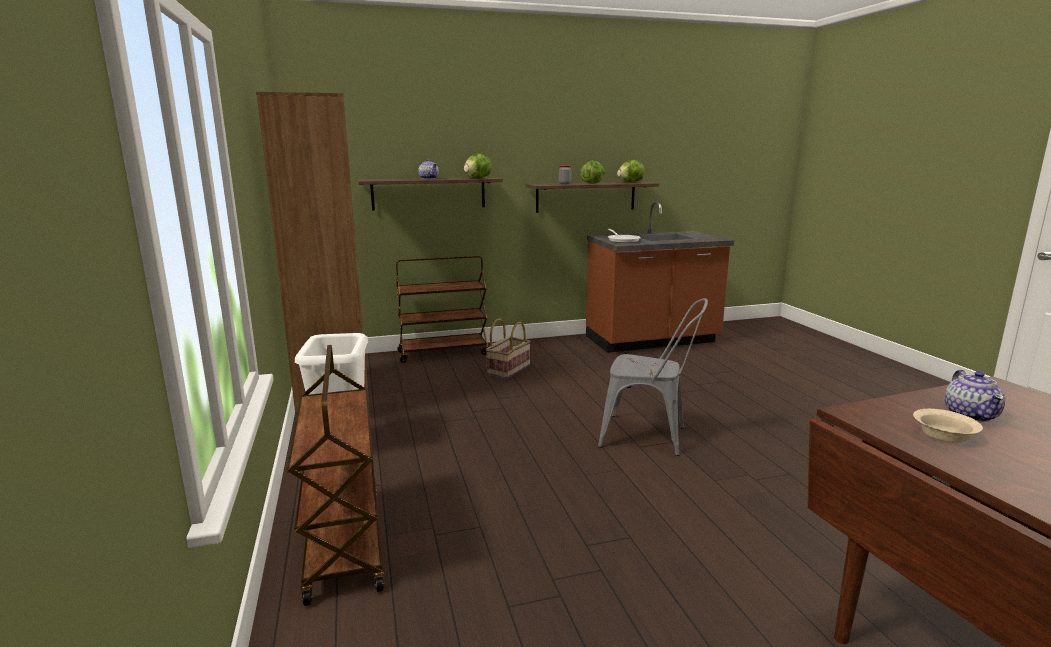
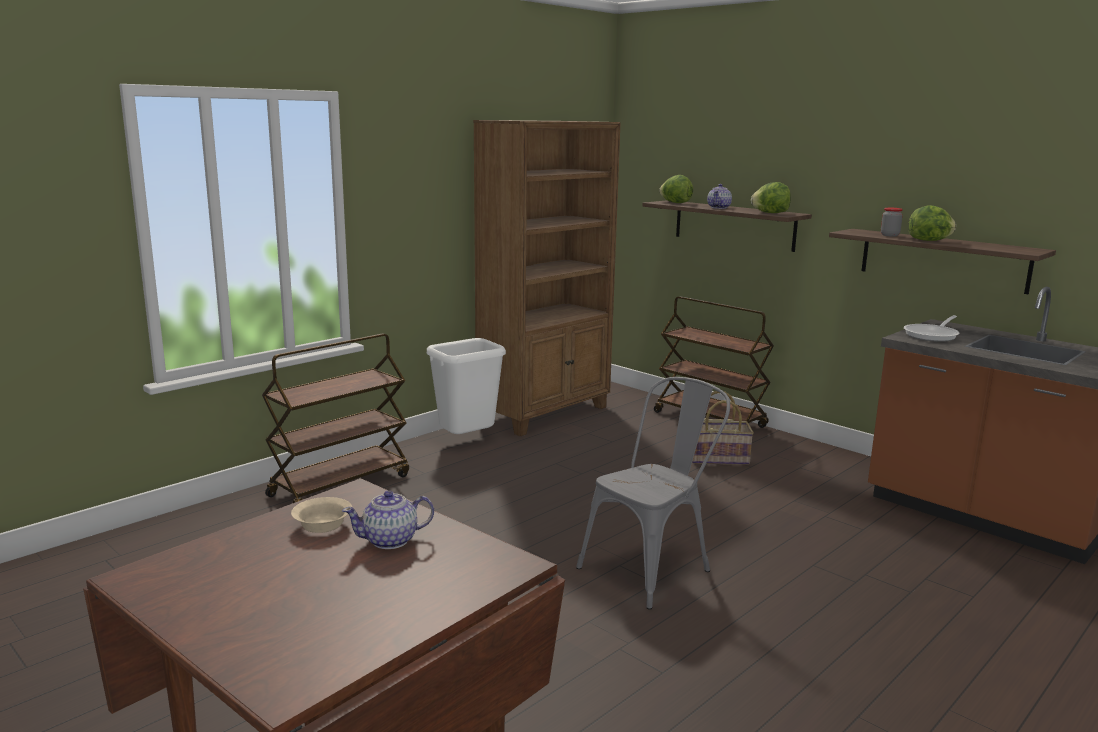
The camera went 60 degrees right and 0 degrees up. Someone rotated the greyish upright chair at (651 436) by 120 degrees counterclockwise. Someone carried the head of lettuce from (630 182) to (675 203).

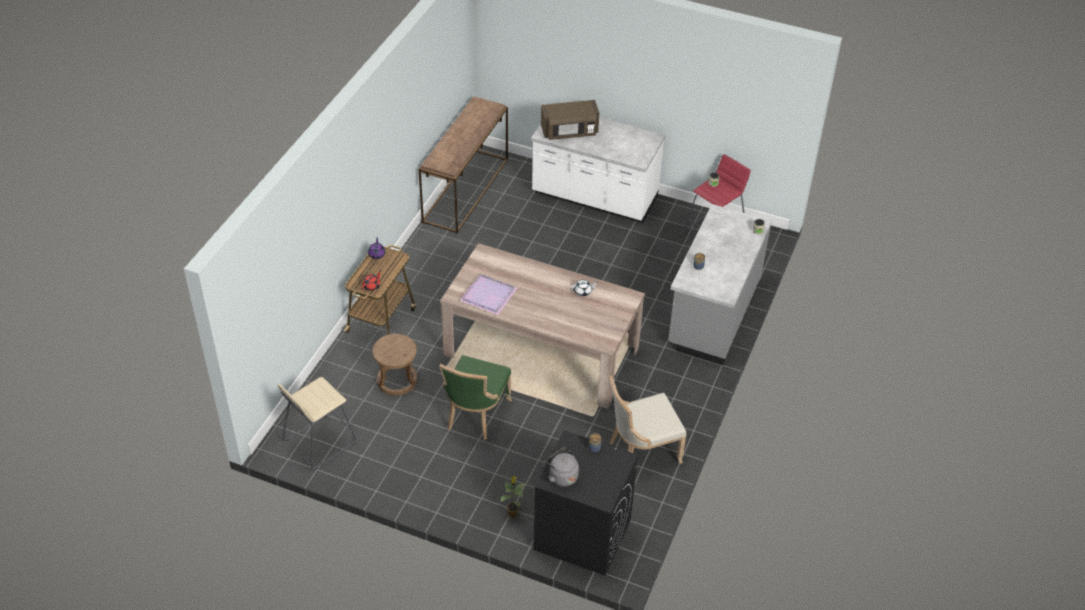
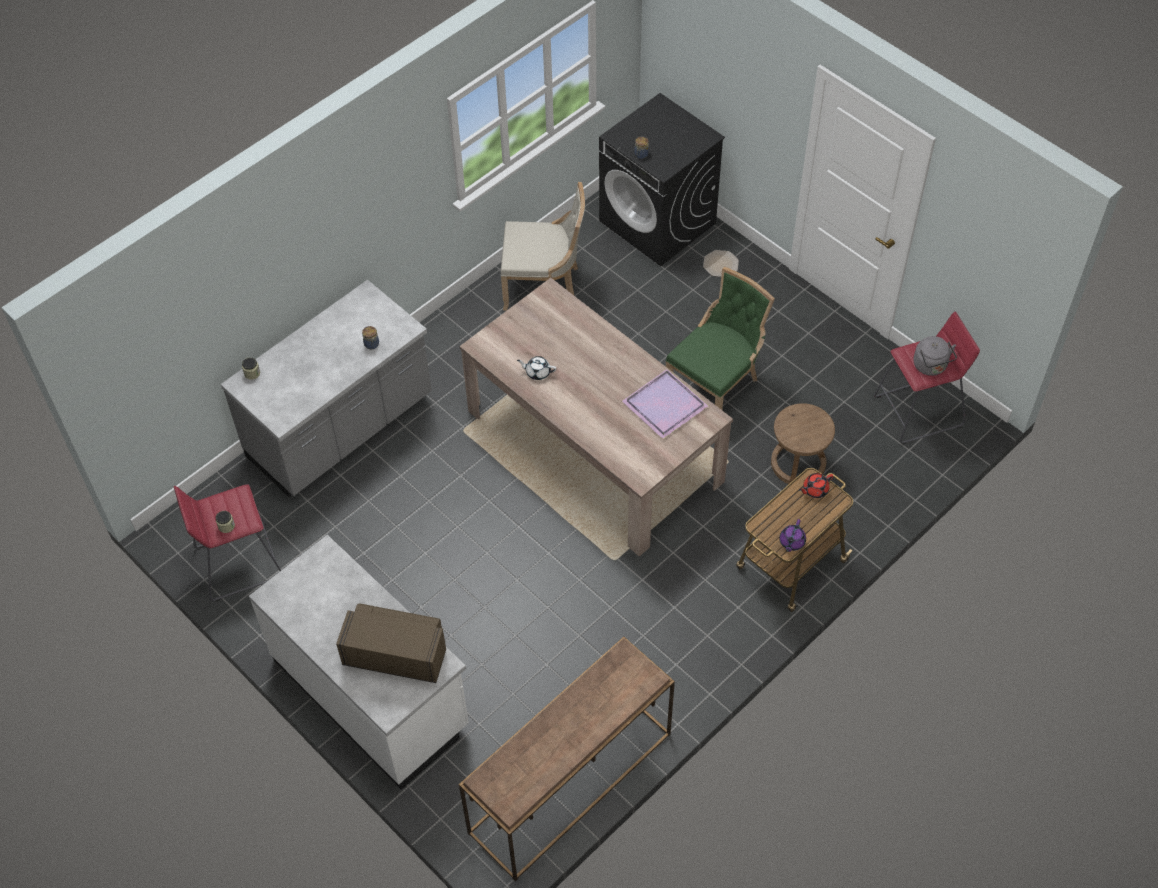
The camera went 155 degrees left and 10 degrees up. Someone swapped the plant in a pot at (513 513) for the dinner plate at (721 264). Someone repainted the beige sitting stool at (319 442), which became the red sitting stool at (918 411). Someone carried the greyish tea kettle from (561 476) to (931 366).

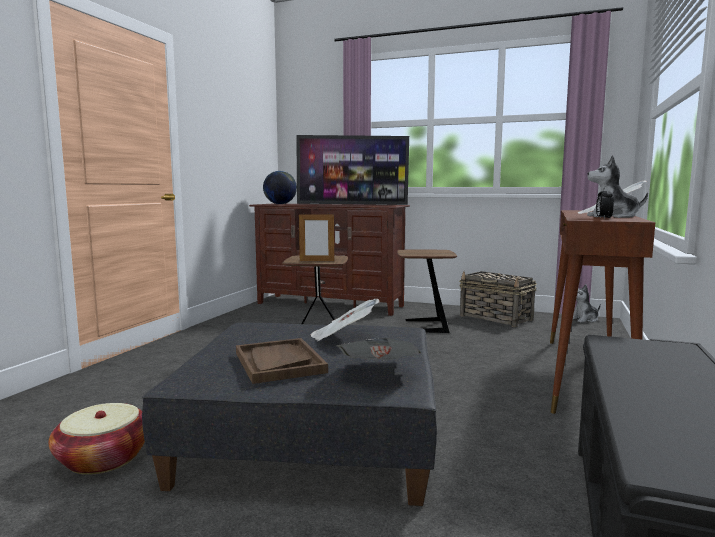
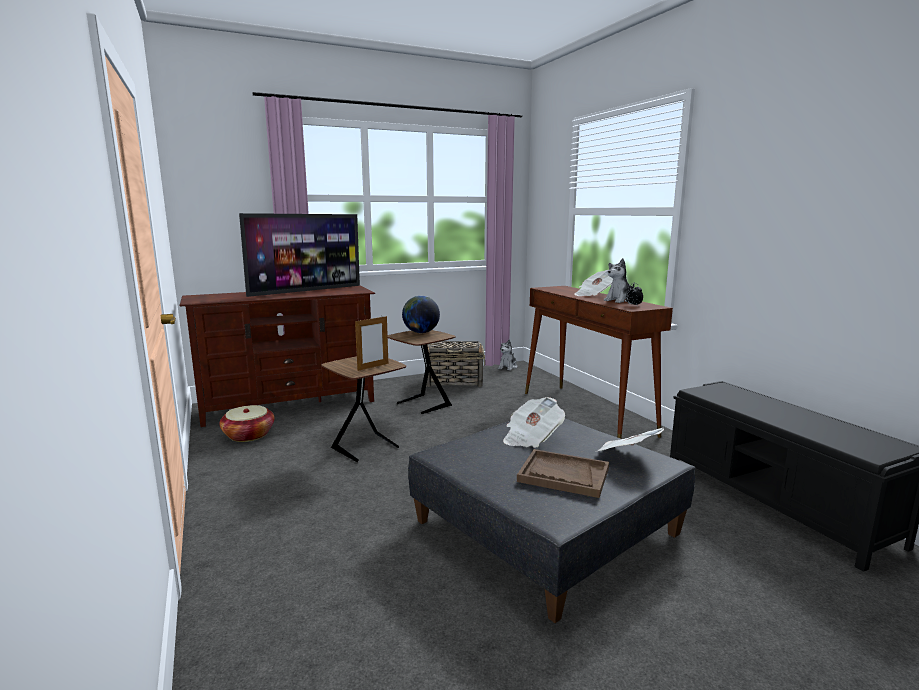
The camera went 45 degrees left and 5 degrees up. Someone carried the household basket from (103 459) to (248 435). Someone carried the world globe from (280 204) to (421 332).

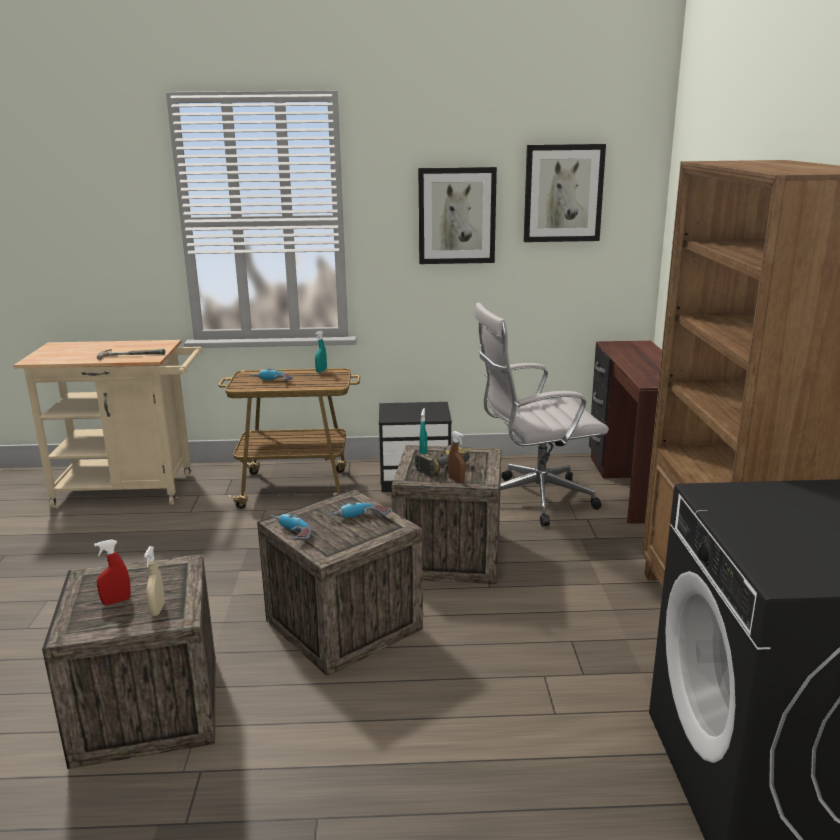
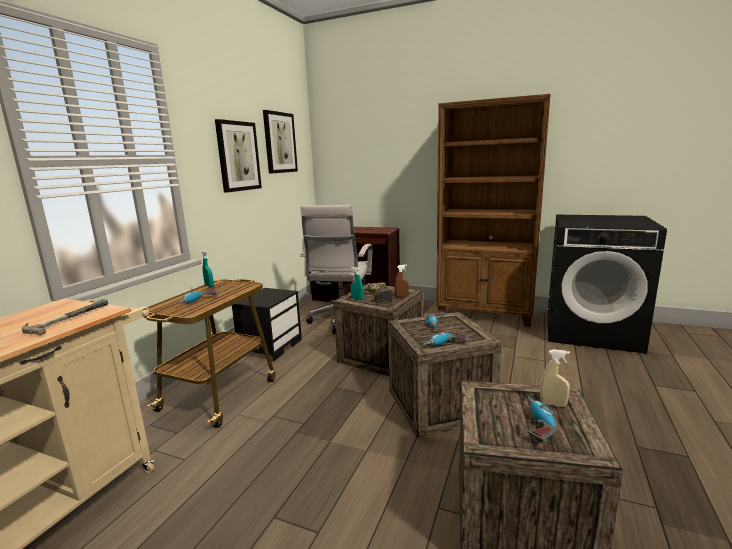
The camera went 65 degrees left and 5 degrees down. Someone swapped the red sprayer at (116 601) for the drill at (535 424).

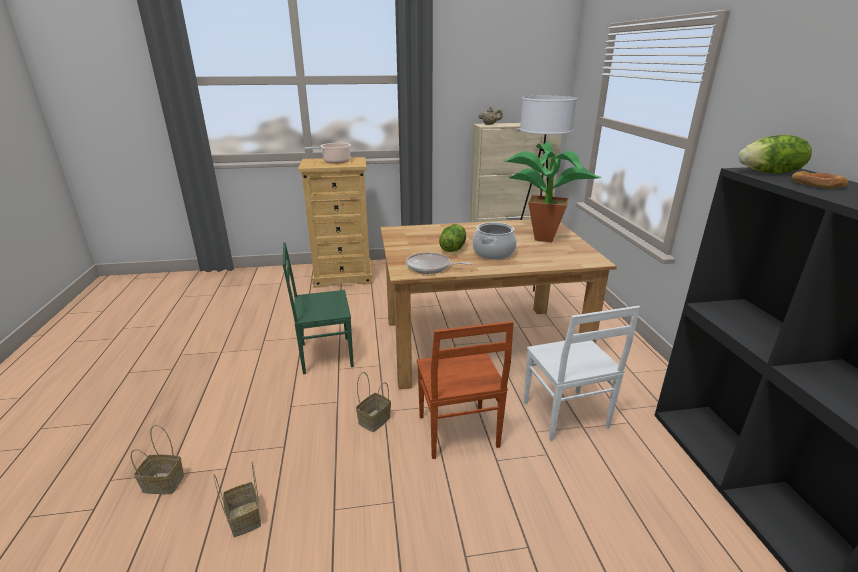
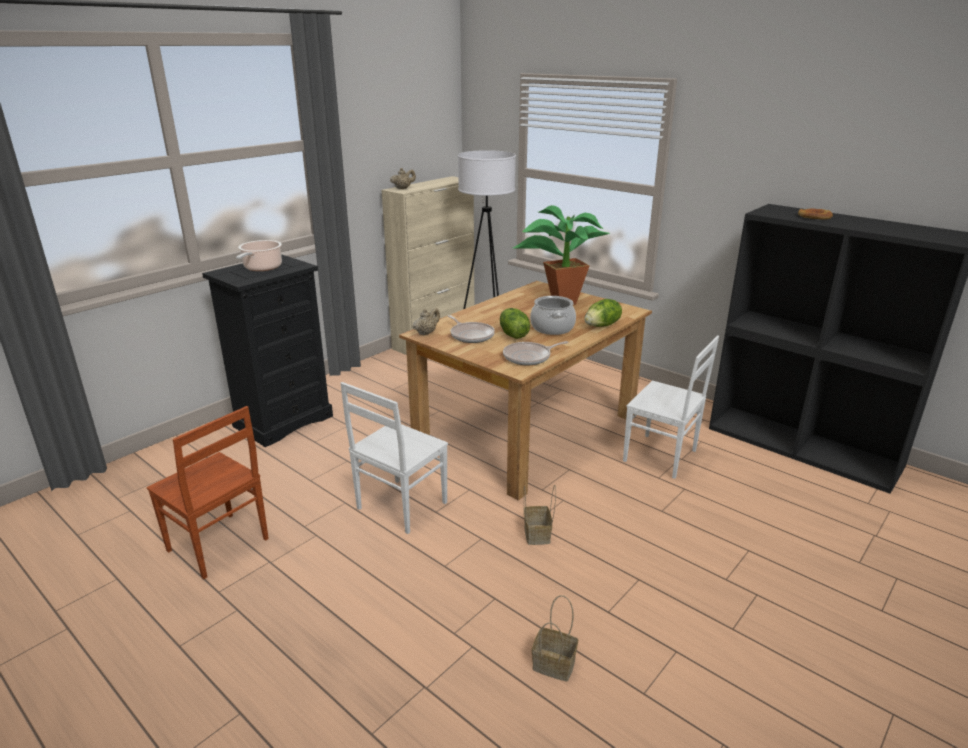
The camera went 40 degrees left and 0 degrees up. Someone carried the brownish upright chair from (457 432) to (218 546). Someone repainted the beige chest of drawers at (343 276), which became the black chest of drawers at (283 421). Someone repainted the greenish upright chair at (325 354), which became the white-coloured upright chair at (400 506). Someone put down the beige tea pot at (426 333). Someone put down the pan at (471 335). Someone carried the head of lettuce from (770 173) to (602 325). Someone took away the household basket at (162 484).

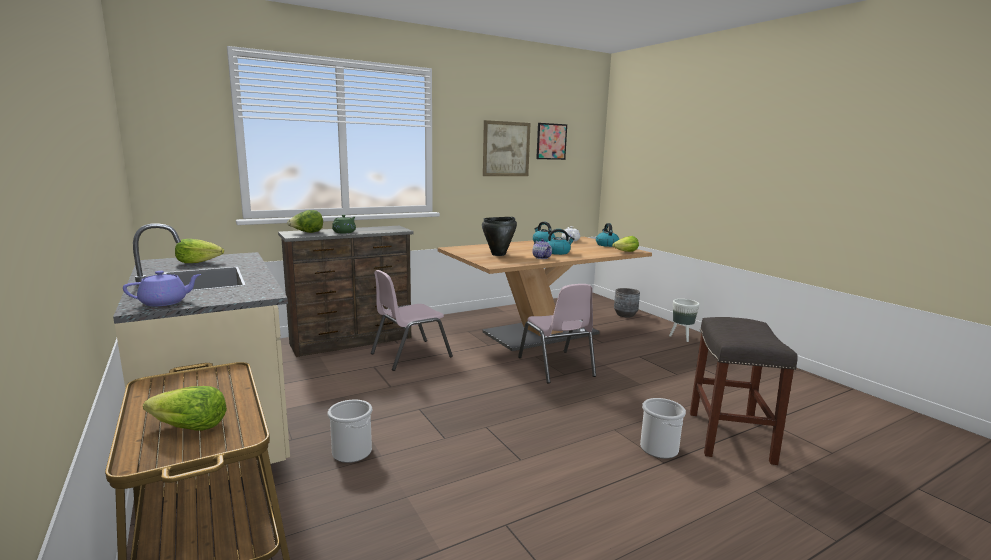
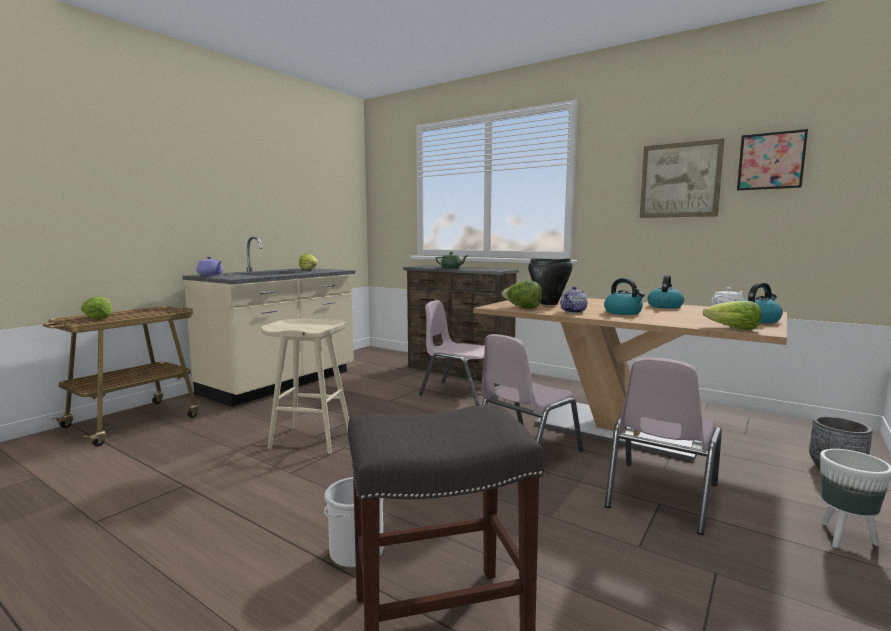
The camera went 65 degrees right and 5 degrees down. Someone put down the beige sitting stool at (312 439). Someone carried the head of lettuce from (307 233) to (522 308). Someone put down the pink upright chair at (660 495). Someone took away the bucket at (351 452).

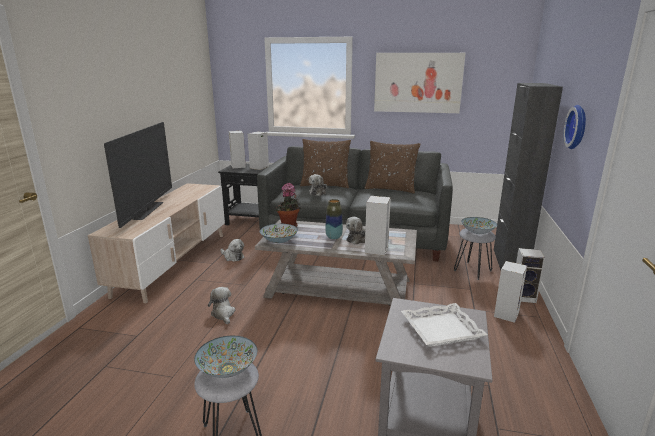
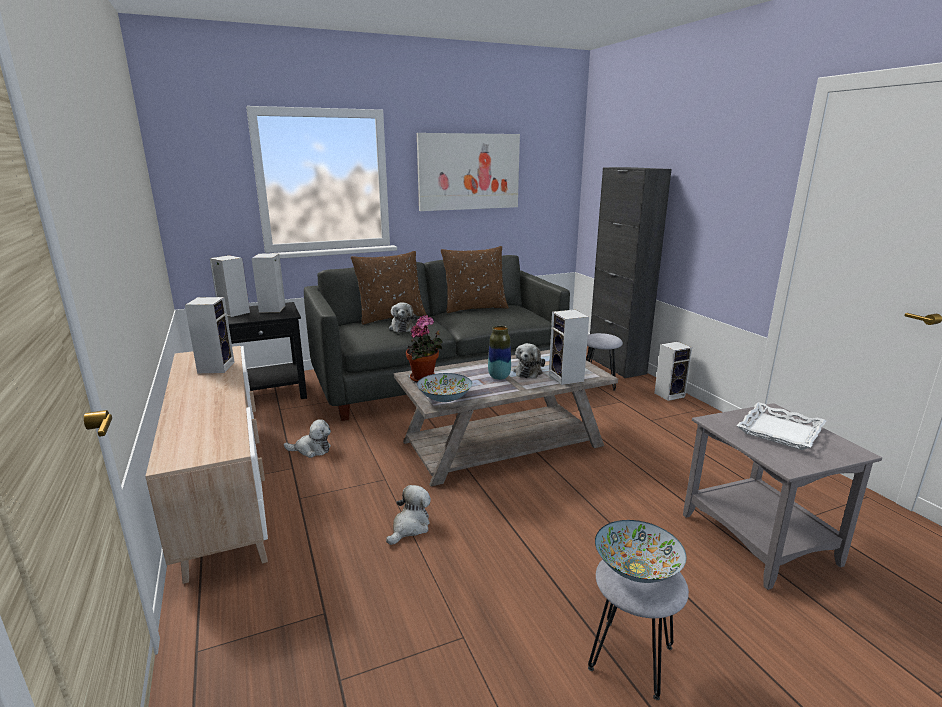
The camera went 35 degrees left and 0 degrees up. Someone carried the audio speaker from (506 313) to (216 367). Someone rotated the cuddly toy at (223 314) by 90 degrees clockwise. Someone took away the TV set at (148 211). Someone took away the deep dish at (477 232). Someone took away the clock on the wall at (578 127).

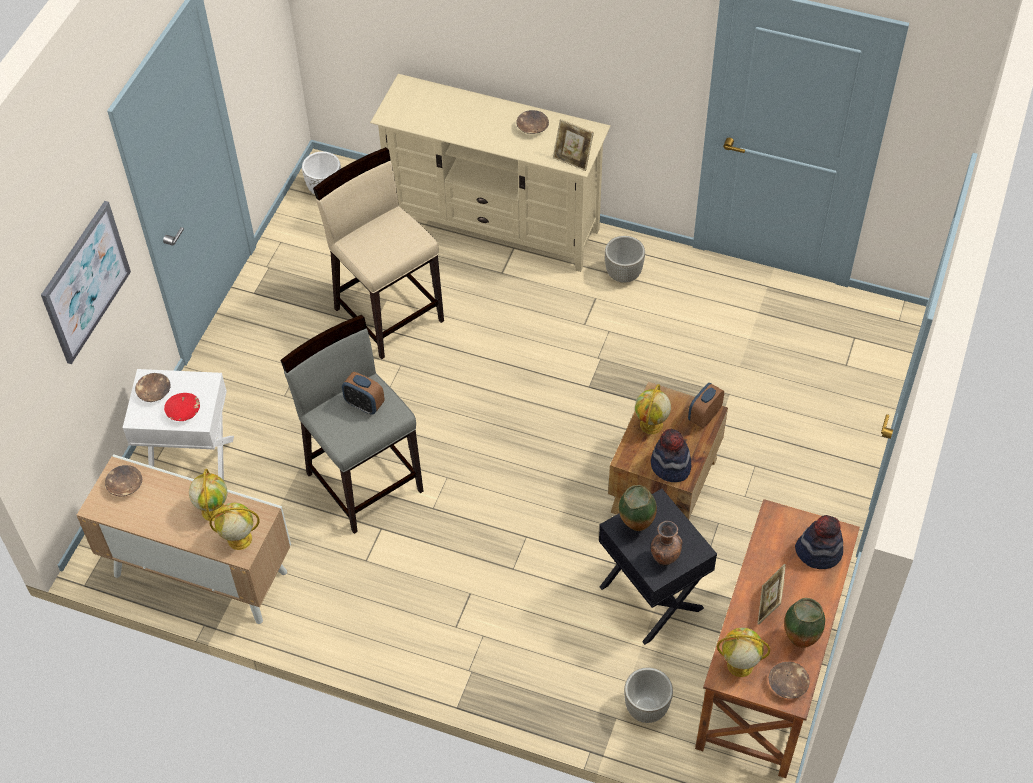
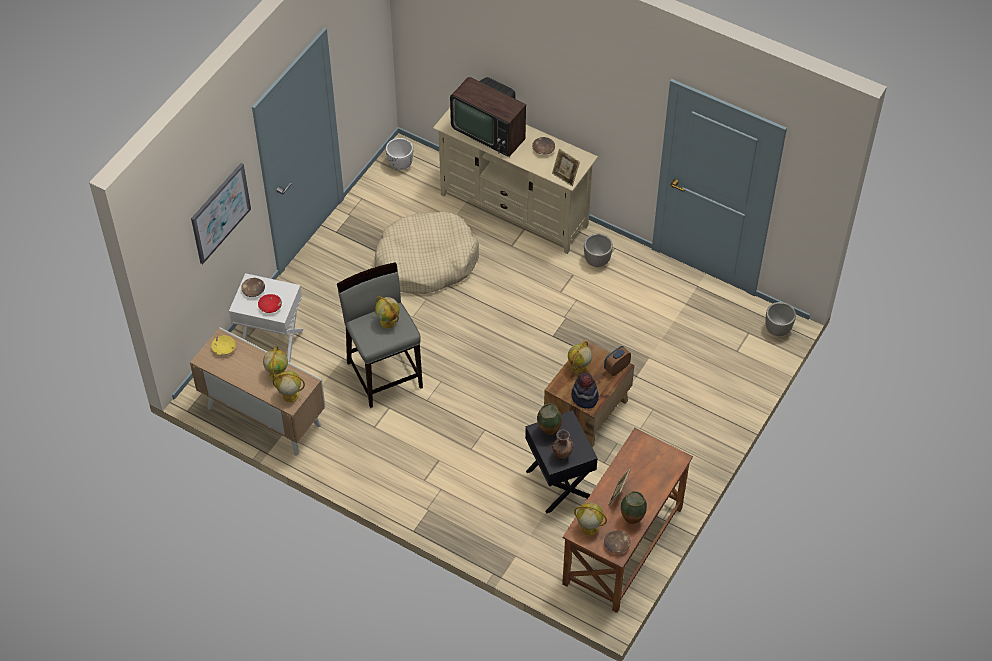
The camera went 10 degrees right and 0 degrees up. Someone repainted the brownish deep dish at (125 485), which became the yellow-coloured deep dish at (223 348). Someone swapped the beige sitting stool at (389 313) for the beige dog bed at (426 261). Someone swapped the bedside clock at (364 405) for the world globe at (388 322). Someone put down the TV set at (490 130). Someone carried the greyish flower pot from (646 708) to (778 329). Someone took away the hat at (818 551).

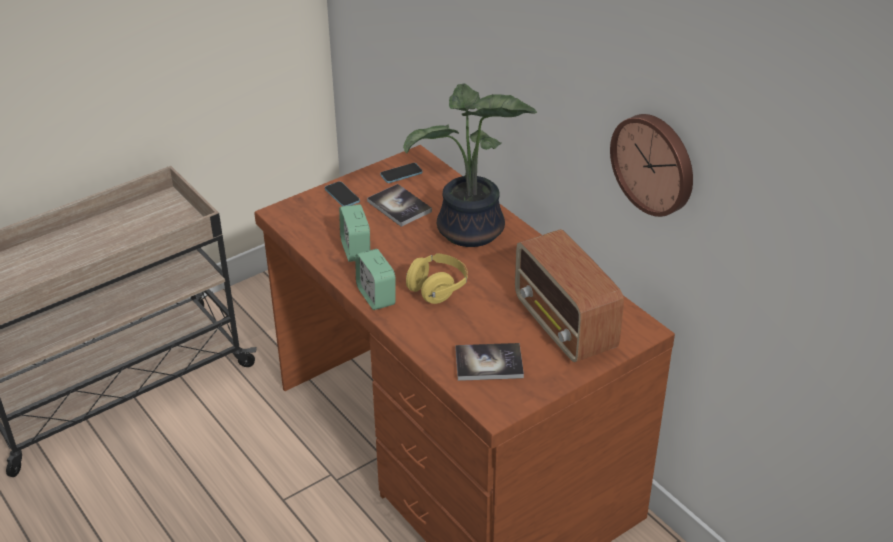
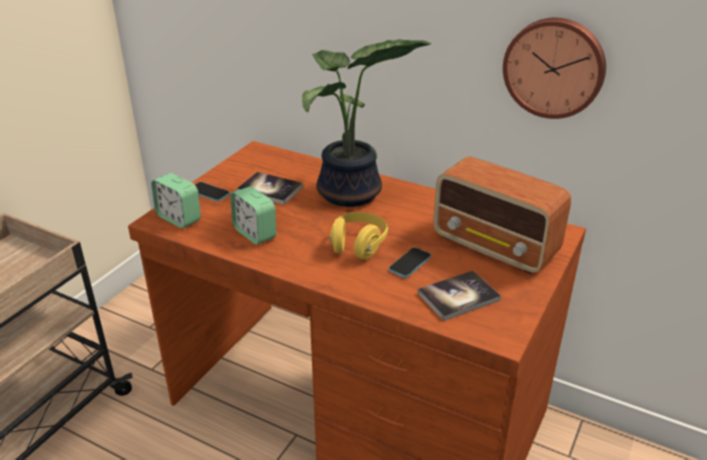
The camera went 25 degrees left and 5 degrees down. Someone carried the bedside clock from (376 296) to (179 218). Someone carried the phone from (401 174) to (410 264).

